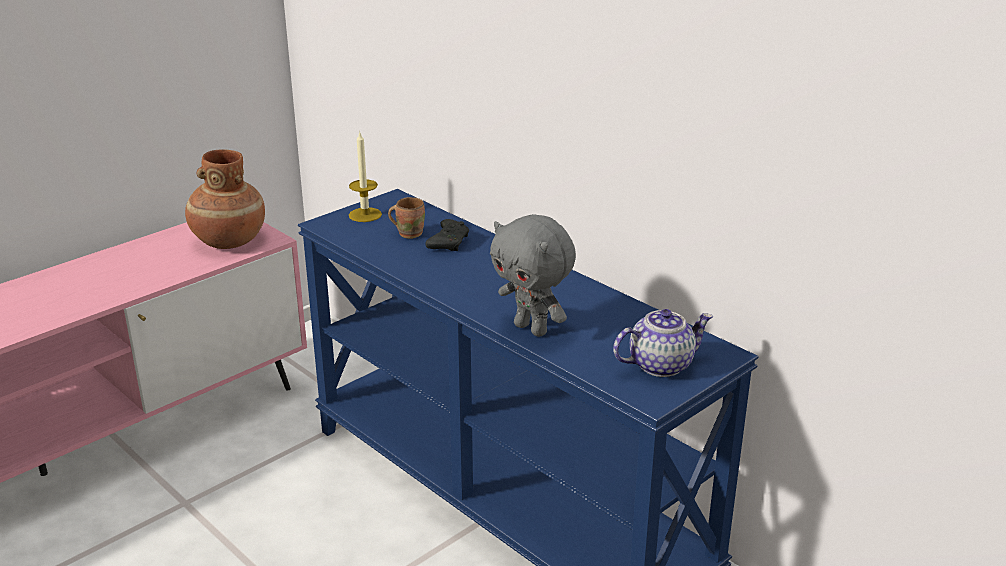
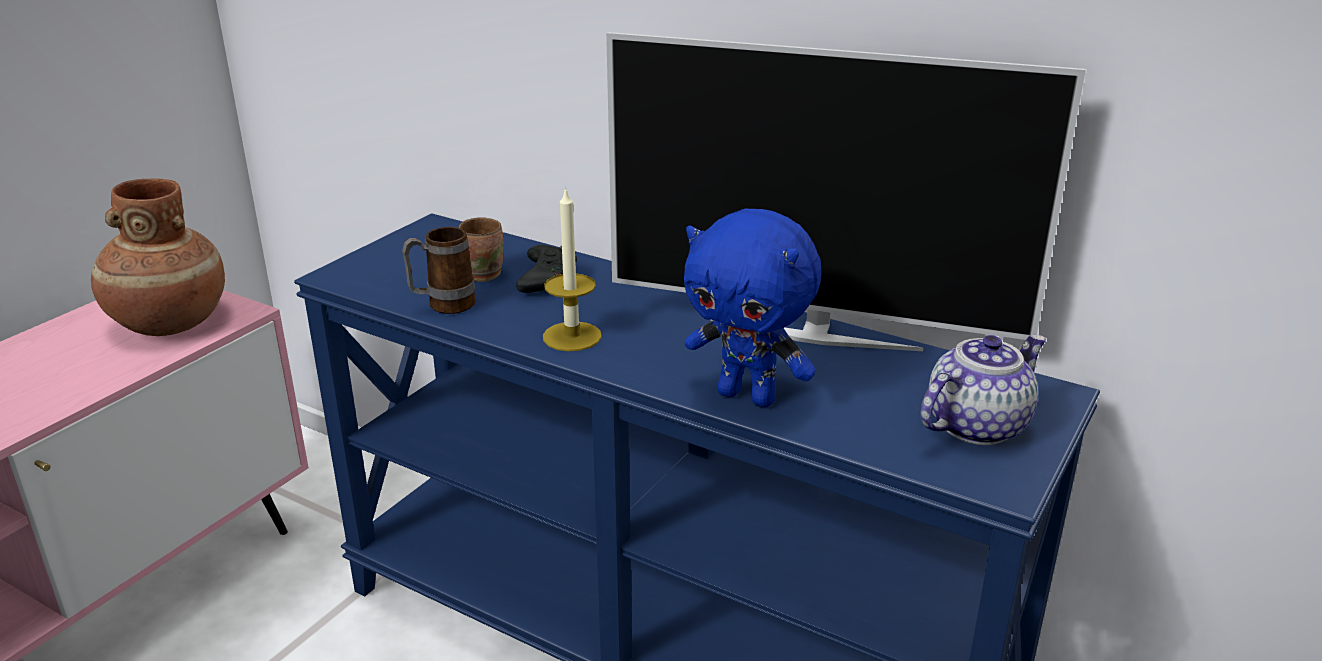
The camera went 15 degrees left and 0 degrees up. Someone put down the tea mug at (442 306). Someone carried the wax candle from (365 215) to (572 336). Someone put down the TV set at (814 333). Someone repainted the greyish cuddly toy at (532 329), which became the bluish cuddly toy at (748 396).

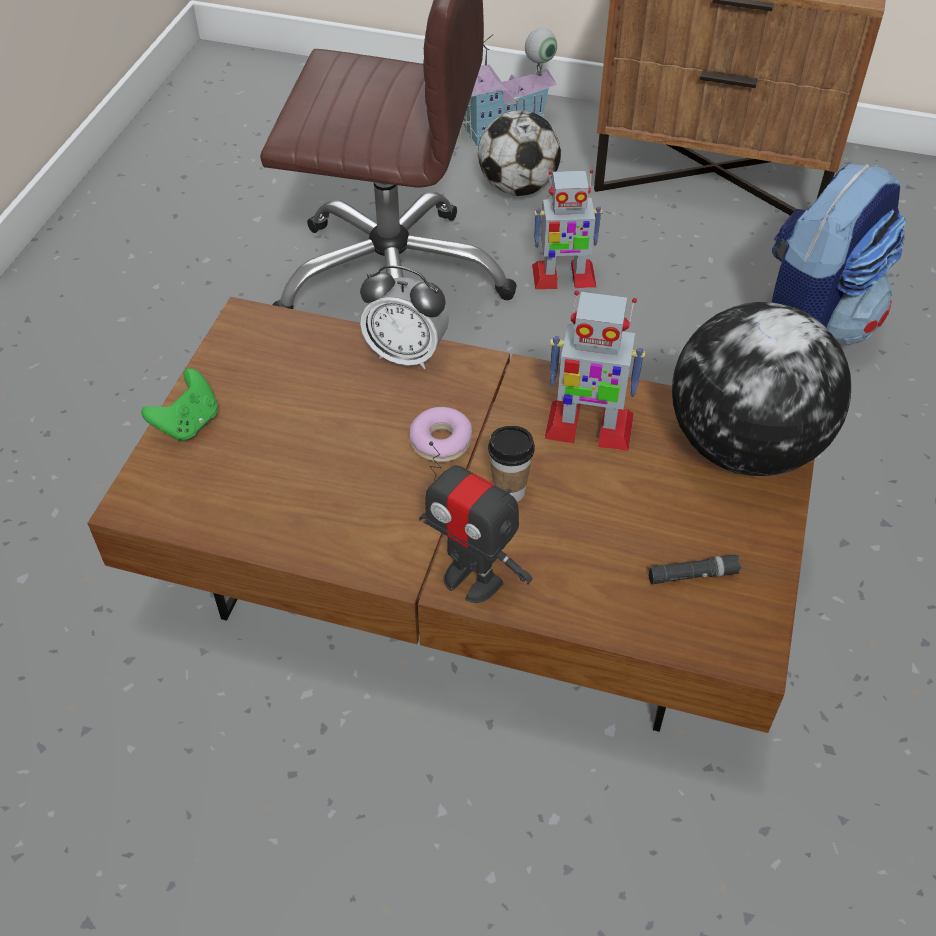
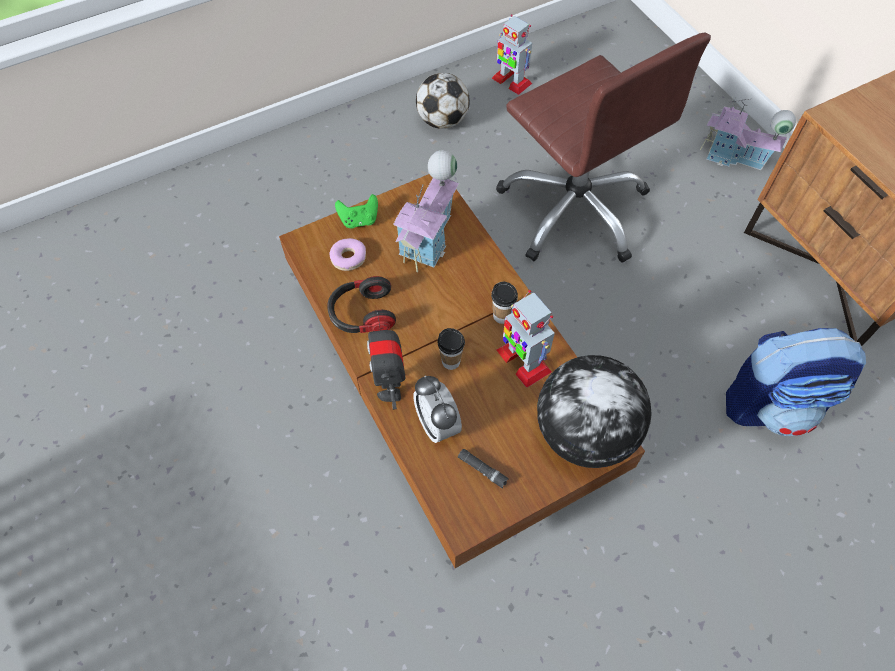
The camera went 45 degrees right and 10 degrees up. Someone put down the pair of headphones at (362 314). Someone carried the doughnut from (441 441) to (348 258). Someone put down the toy house at (430 238). Someone carried the bedside clock from (406 354) to (437 424). Someone carried the football from (517 187) to (442 121). Someone put down the drinking cup at (502 316). Someone carried the robot figure from (563 276) to (511 81).

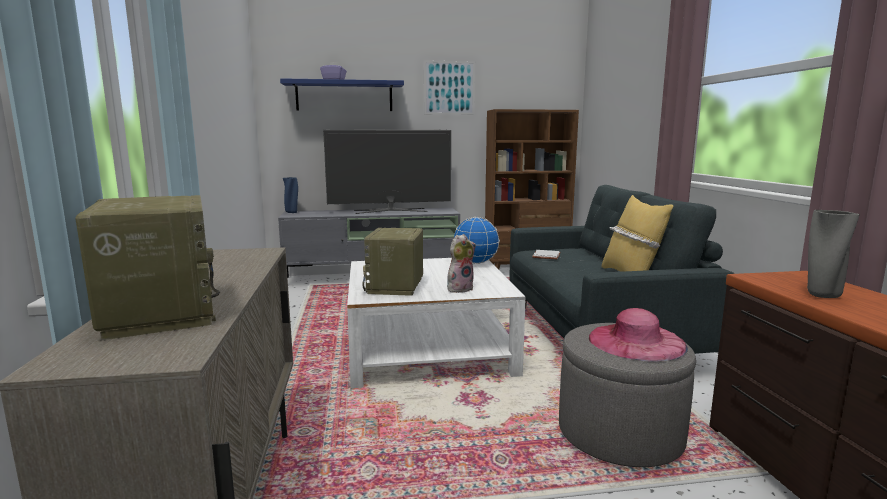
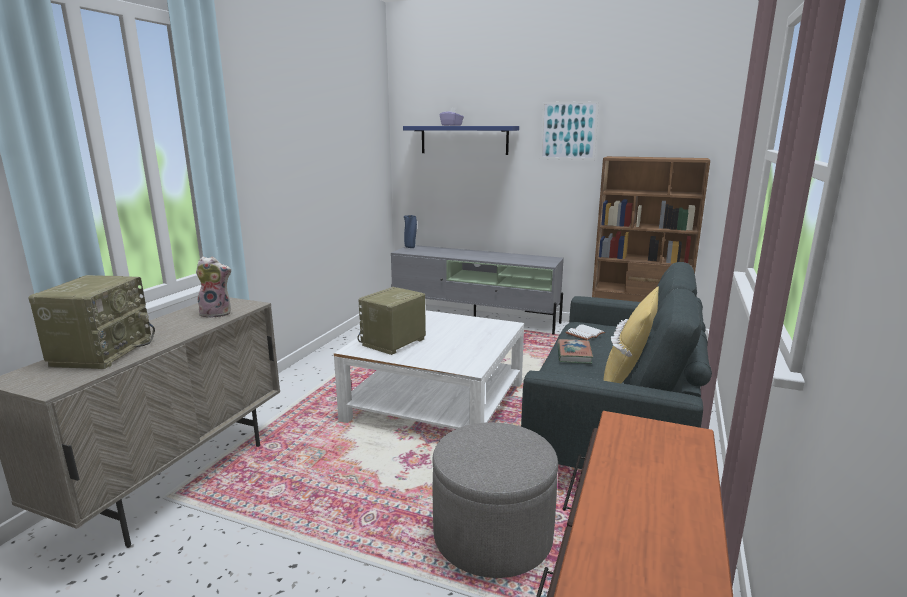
The camera went 30 degrees right and 5 degrees up. Someone carried the cuddly toy from (460 288) to (217 313). Someone put down the bound book at (574 354). Someone took away the TV set at (390 211). Someone took away the world globe at (475 263). Someone took away the pink hat at (636 341). Someone took away the greyish flower vase at (821 295).

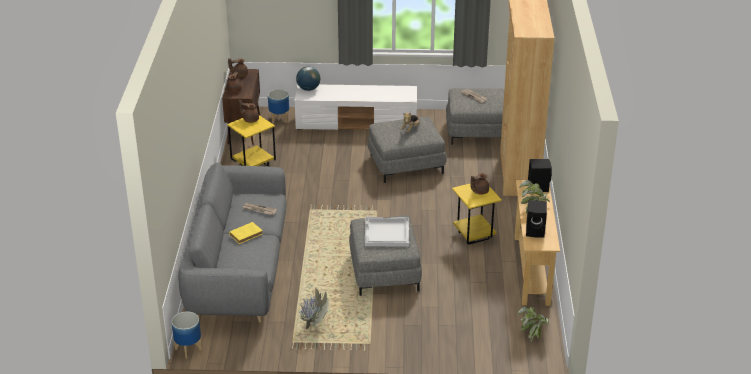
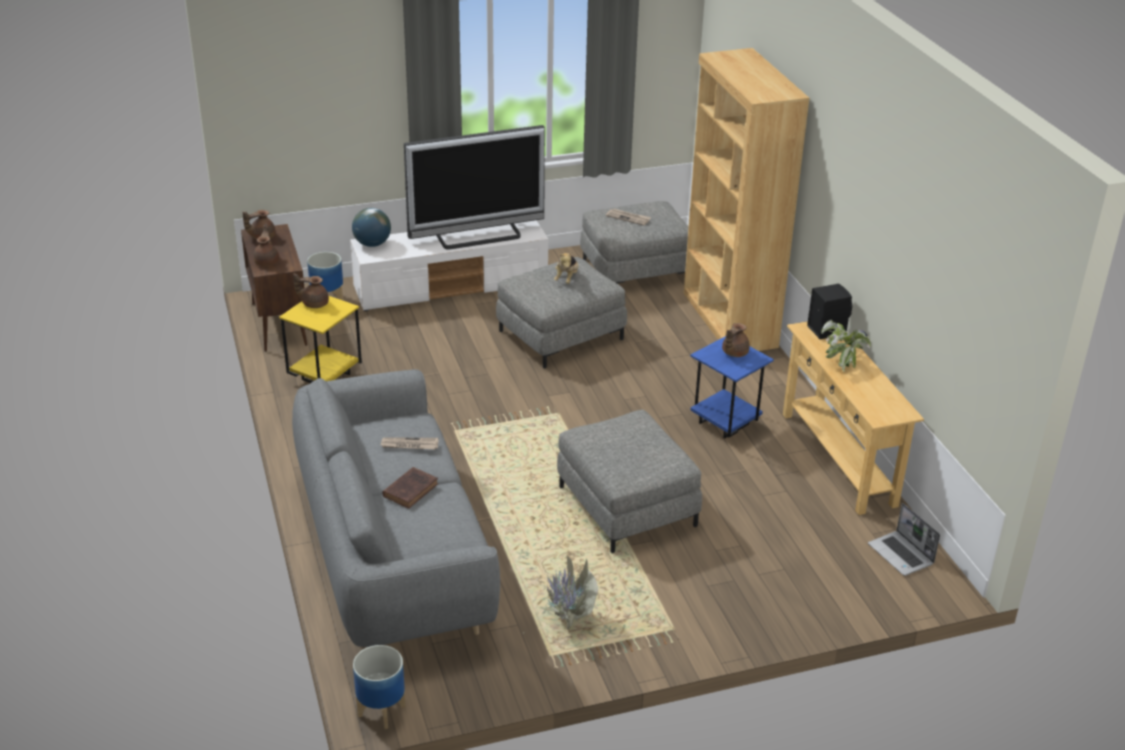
The camera went 20 degrees left and 0 degrees up. Someone repainted the yellow-coloured bound book at (246 234), which became the brownish bound book at (411 489). Someone put down the TV set at (479 236). Someone repainted the yellow-coloured end table at (473 236), which became the bluish end table at (723 424). Someone swapped the plant in a pot at (532 333) for the notebook computer at (901 555). Someone took away the white-coloured tray at (386 233). Someone took away the black audio speaker at (536 231).

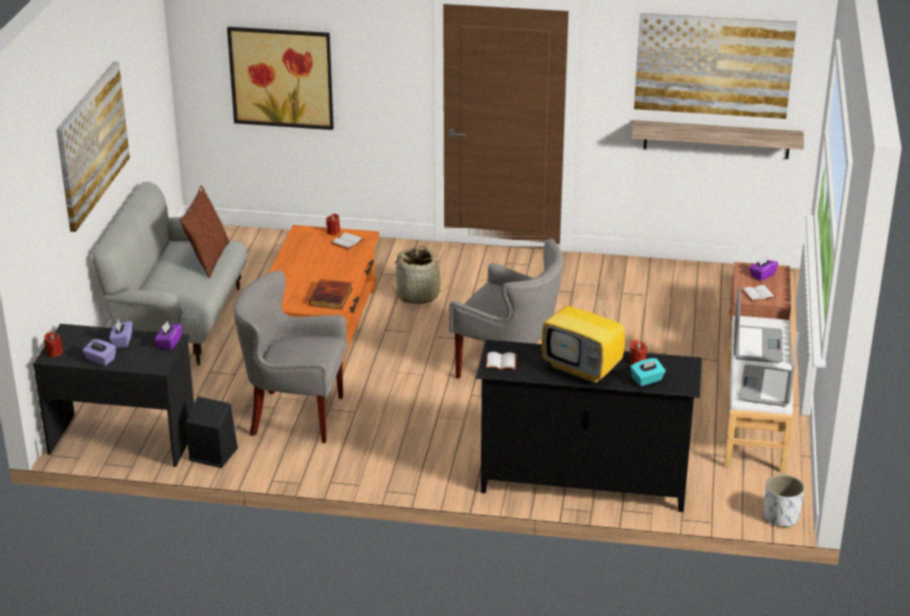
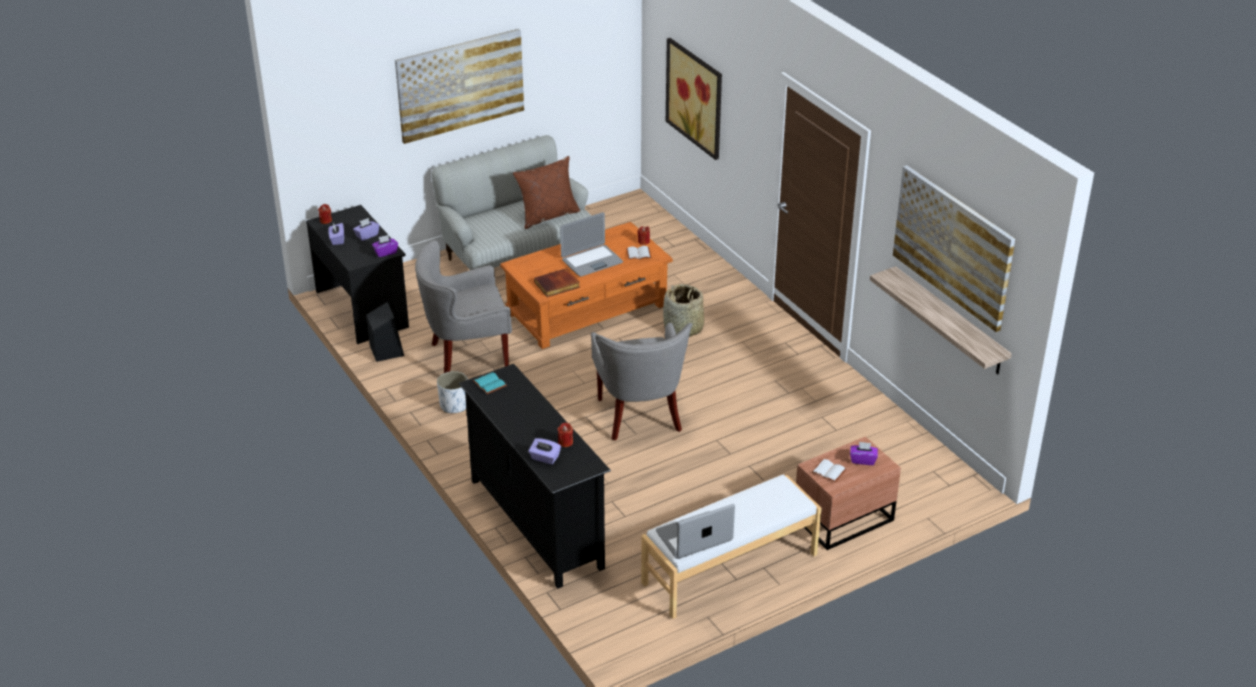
The camera went 50 degrees right and 5 degrees up. Someone rotated the greyish lounge chair at (294 416) by 75 degrees counterclockwise. Someone carried the white-coloured flower pot from (781 517) to (454 405). Someone repainted the white-coloured bound book at (500 363), which became the turquoise-coloured bound book at (488 384). Someone repainted the turquoise-coloured tissue box at (647 380), which became the purple tissue box at (545 458). Someone carried the notebook computer from (756 345) to (591 261). Someone took away the TV set at (584 369).

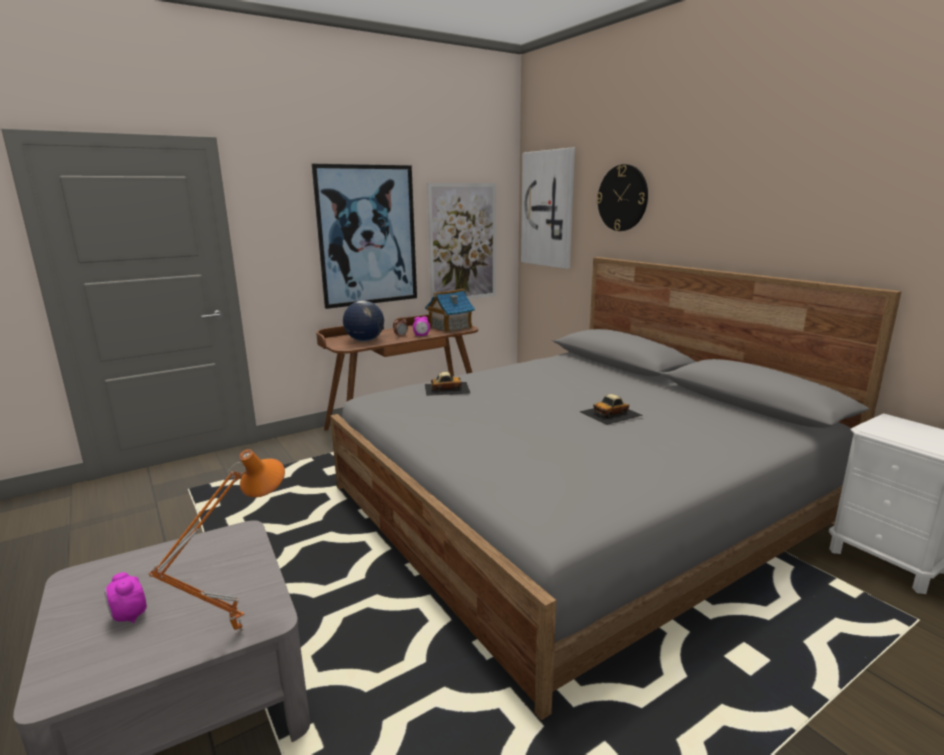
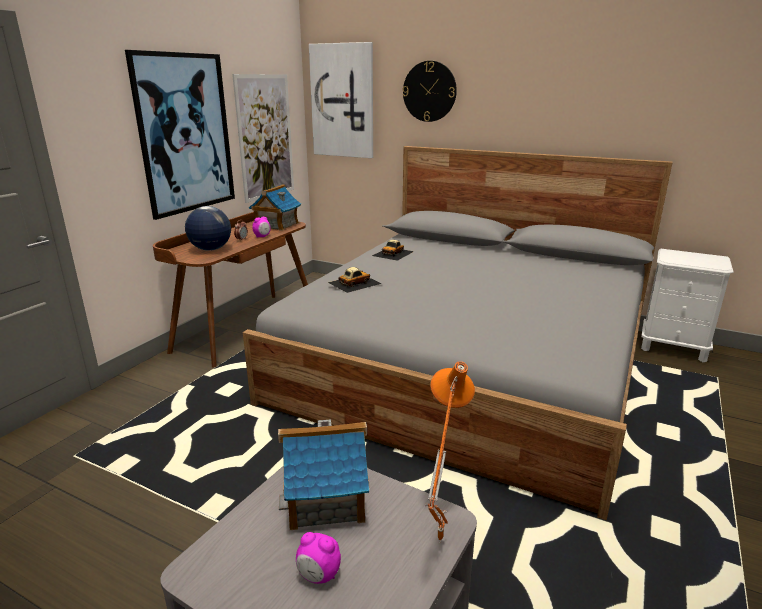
The camera went 30 degrees left and 5 degrees up. Someone put down the toy house at (326 499). Someone carried the miniature car from (611 413) to (393 253).

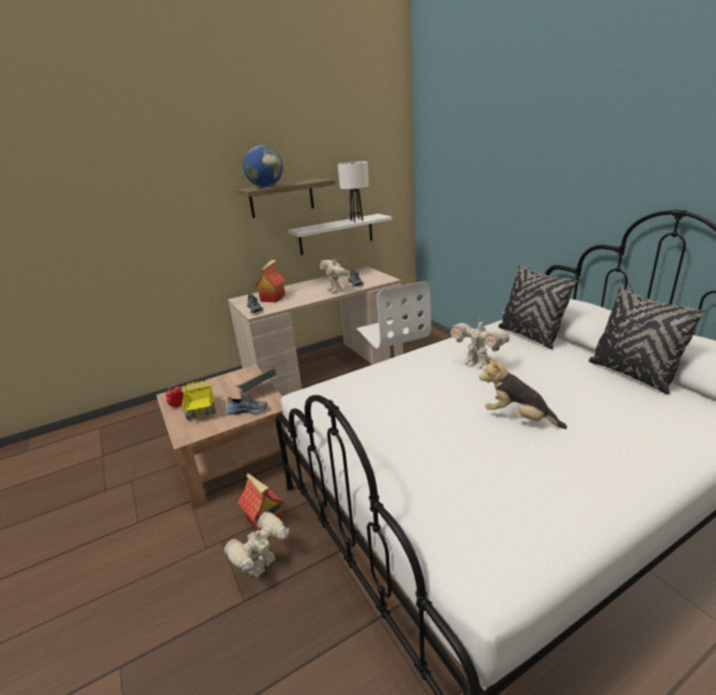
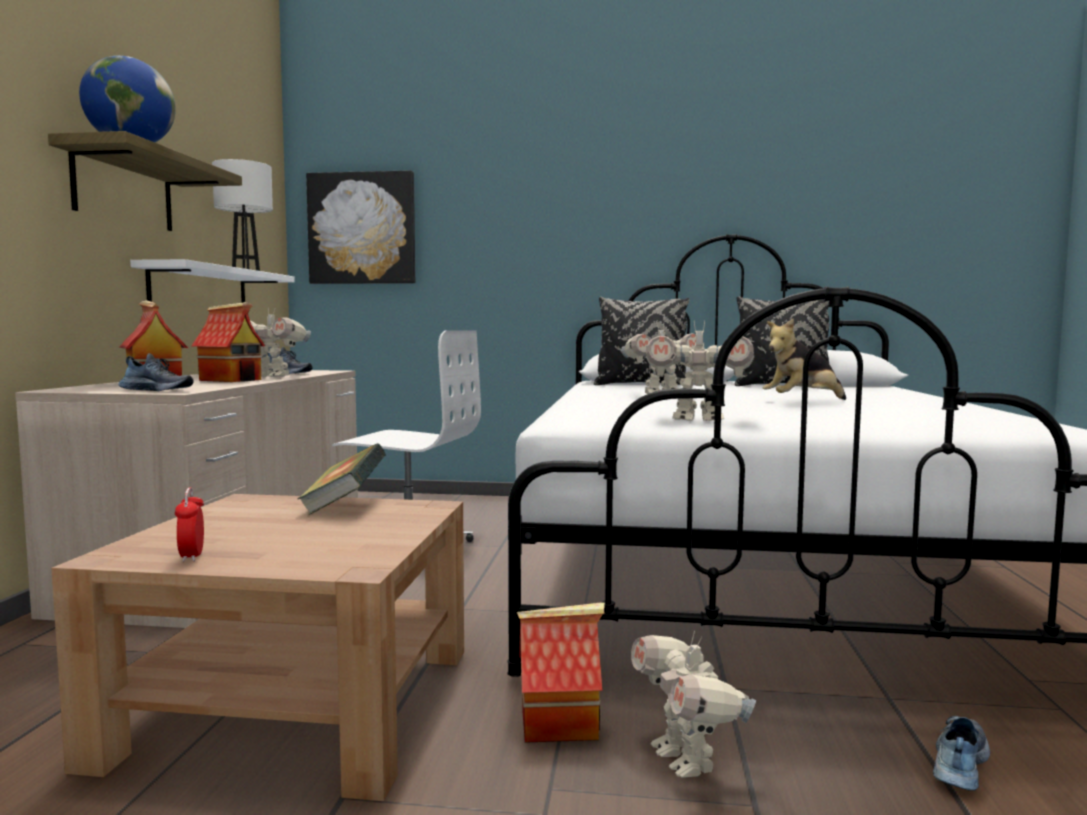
The camera went 55 degrees left and 20 degrees down. Someone put down the toy house at (232 380). Someone put up the wall art at (362 228). Someone put down the robot figure at (697 420). Someone carried the shoe from (247 410) to (957 764). Someone took away the toy lorry at (201 411).

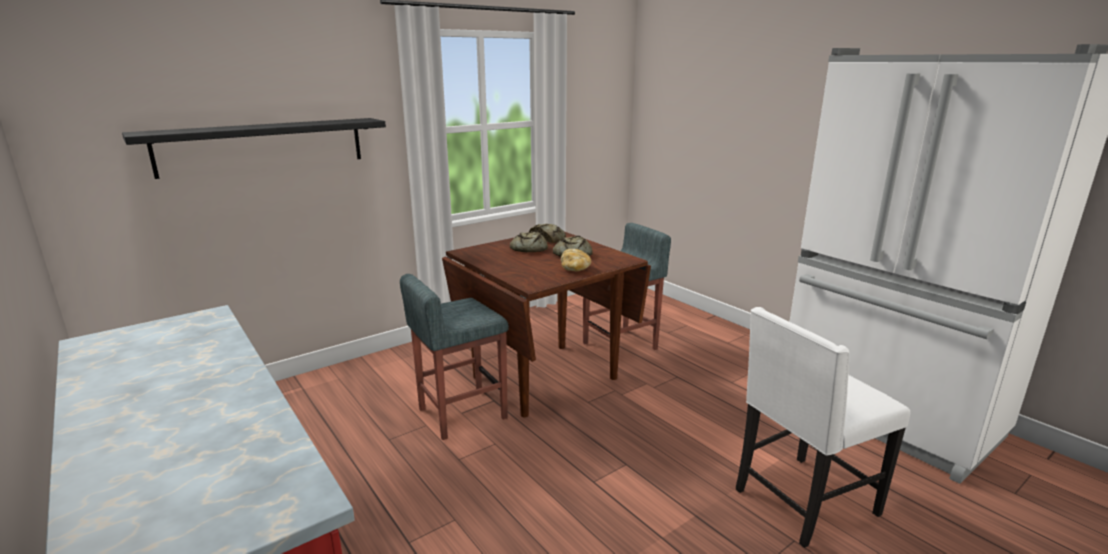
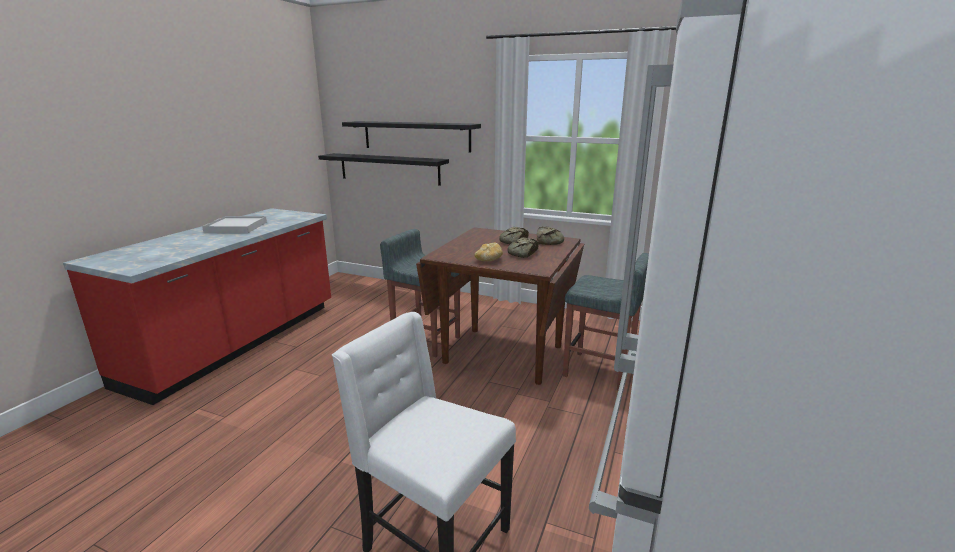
The camera went 60 degrees right and 0 degrees up. Someone put down the white-coloured tray at (236 227). Someone put up the black shelf at (389 169).

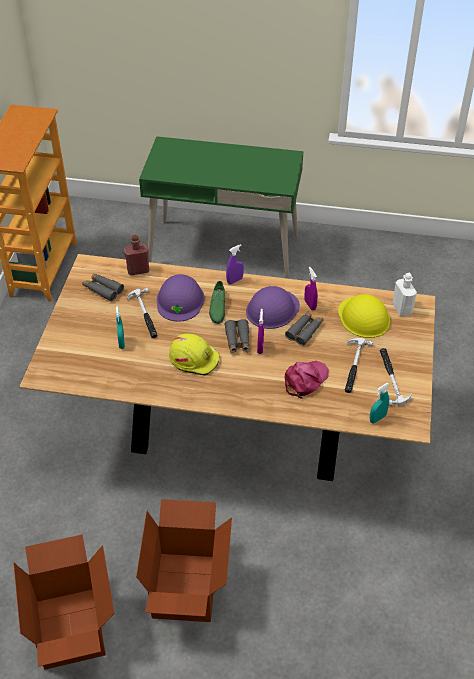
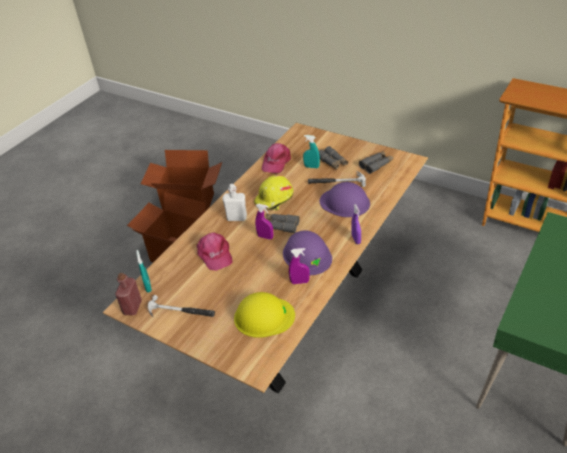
The camera went 115 degrees right and 5 degrees down. Someone carried the red drink bottle from (138 270) to (132 307). Someone carried the white-coloured drink bottle from (402 308) to (237 217). Someone put down the pink cap at (276 162). Someone carried the greyish field glasses from (305 331) to (332 162). Someone took away the greenish shoe at (217 307). Someone took away the hammer at (354 366).

